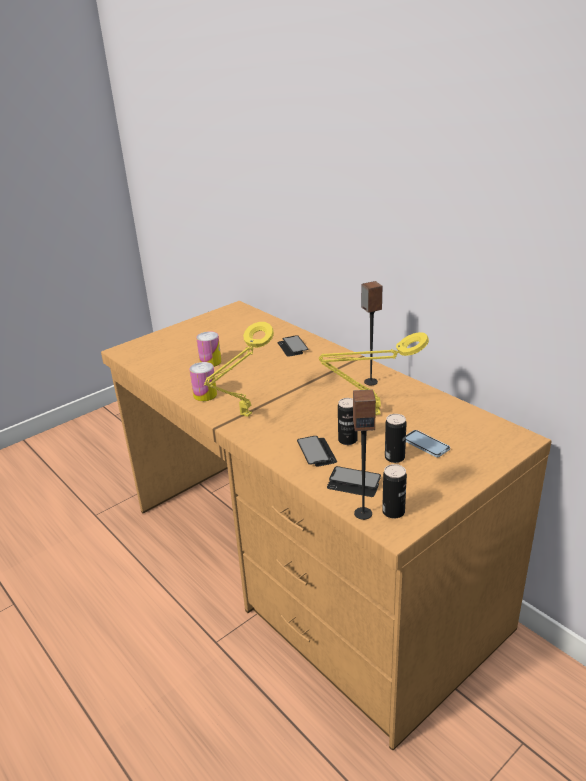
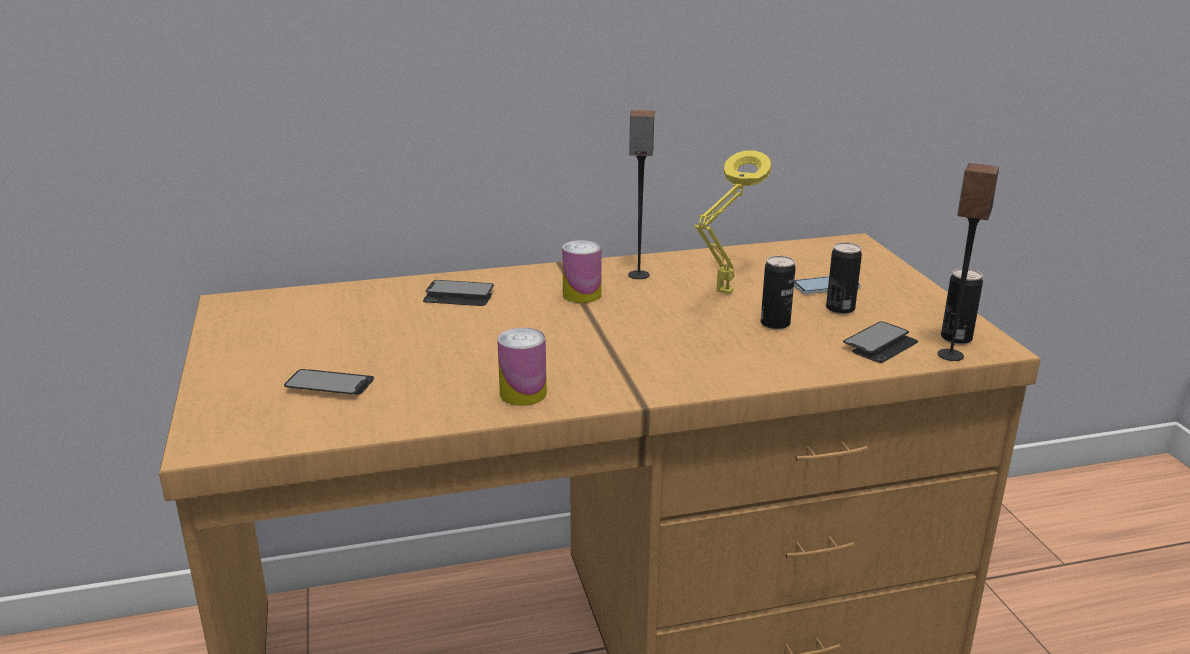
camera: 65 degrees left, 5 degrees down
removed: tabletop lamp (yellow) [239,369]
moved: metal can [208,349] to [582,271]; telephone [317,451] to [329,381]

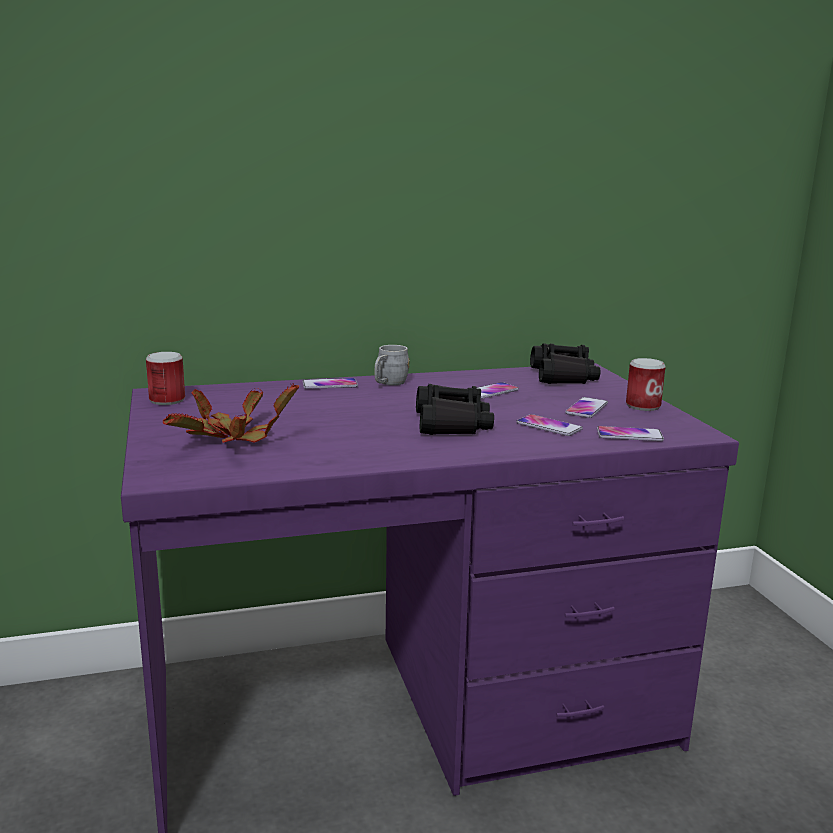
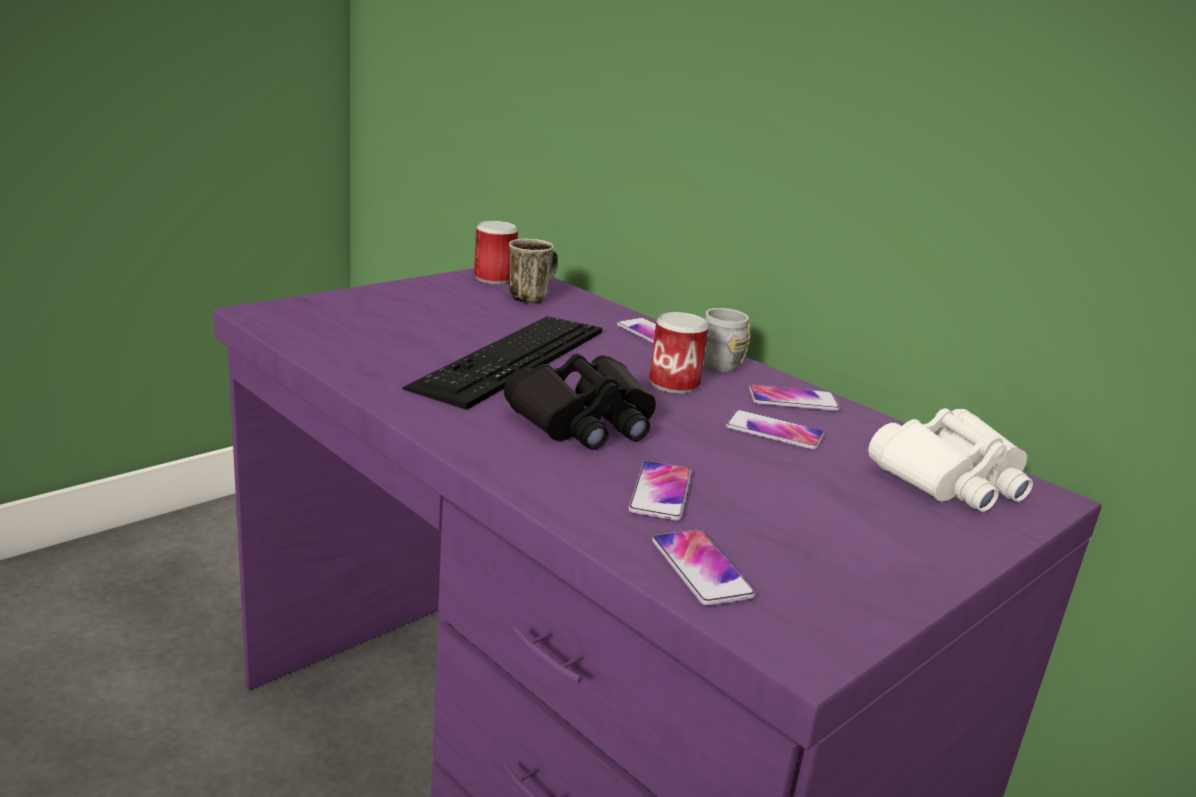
camera: 60 degrees right, 5 degrees up
removed: potted plant [231,413]
added: keyboard [502,363]; mug [533,271]
moved: telephone [586,407] to [794,398]; metal can [646,384] to [679,353]
recoloured: field glasses (black-coloured) [565,363] to field glasses (white-coloured) [950,460]

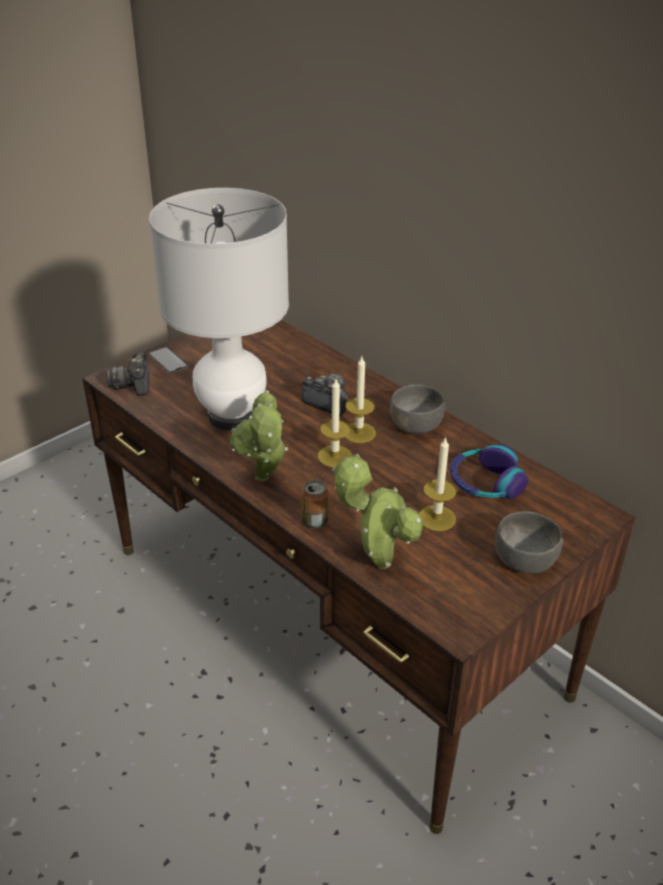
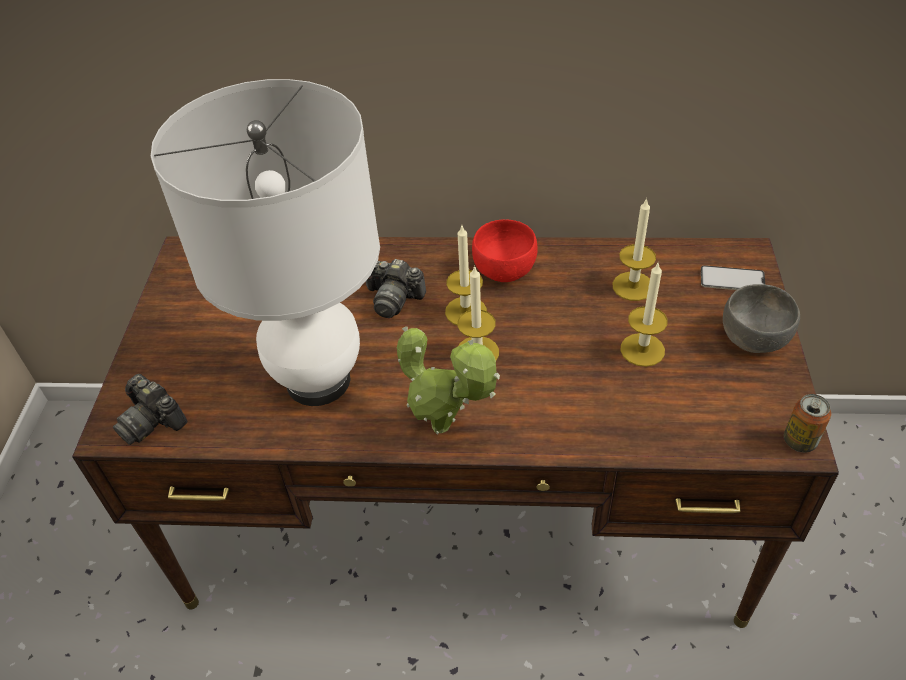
camera: 40 degrees left, 10 degrees up
removed: potted plant [378,511]
moved: telephone [168,360] to [733,277]; metal can [315,504] to [807,423]
replaced: headphones [489,471] to wax light [634,249]
recoloured: serving bowl (grey) [417,409] to serving bowl (red) [505,251]
turned: still camera [325,394] = [395,288] 150 degrees counterclockwise

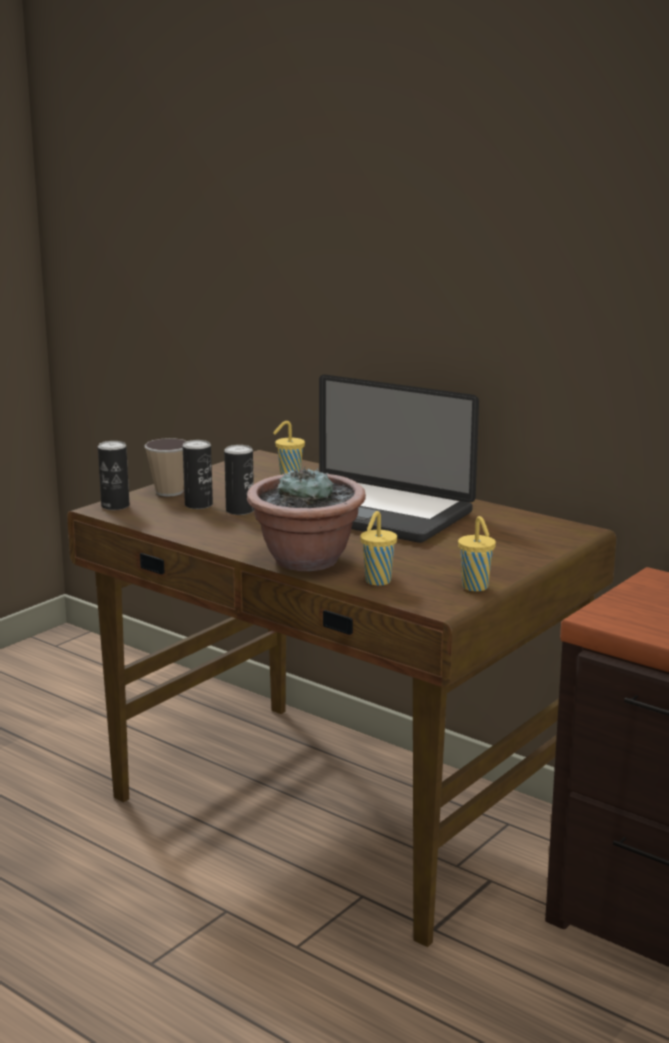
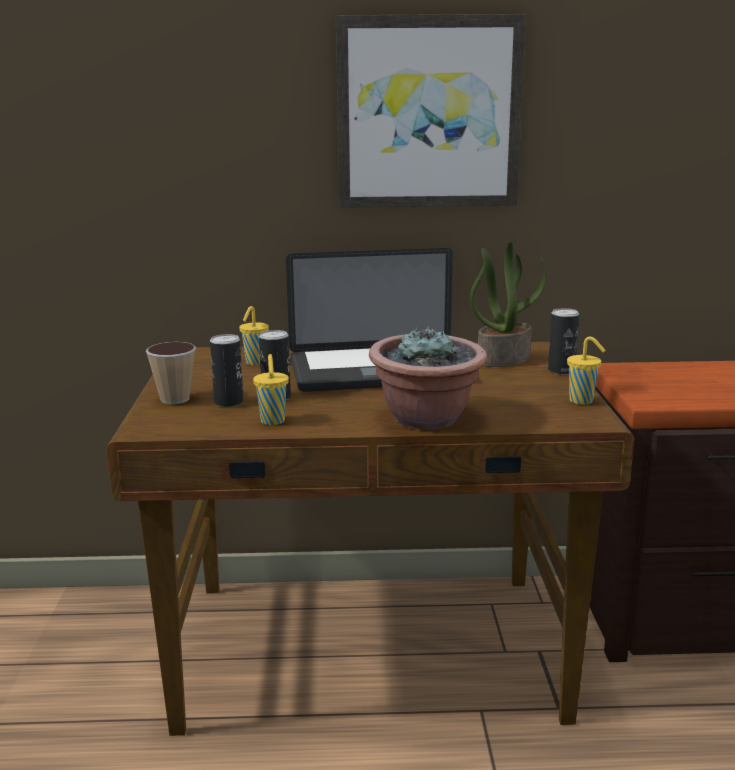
camera: 40 degrees left, 0 degrees up
added: wall picture [431,111]; potted plant [508,304]
moved: metal can [114,475] to [563,341]; drinking cup (yellow) [378,548] to [271,389]

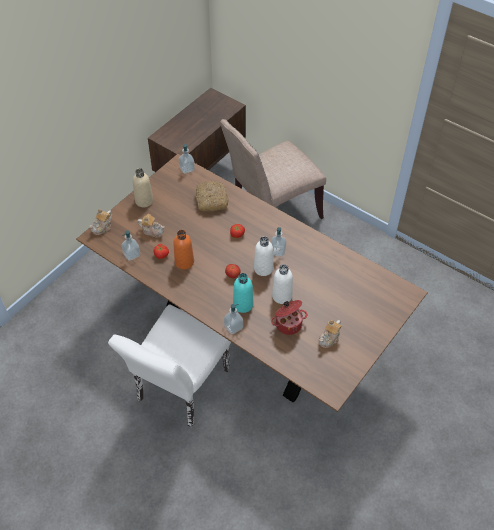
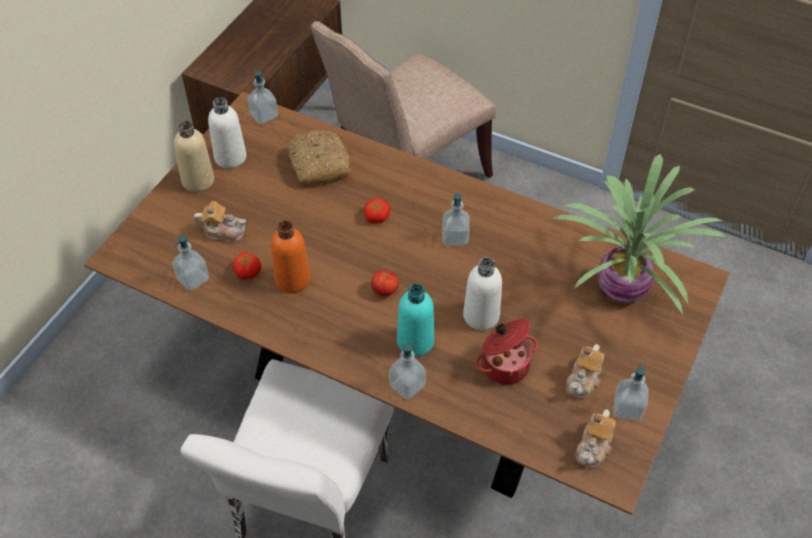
camera: 10 degrees left, 0 degrees up
added: potted plant [639,234]; liquid soap bottle [630,392]
moved: teapot [100,222] to [595,438]; beverage bottle (white-coloured) [263,256] to [227,133]

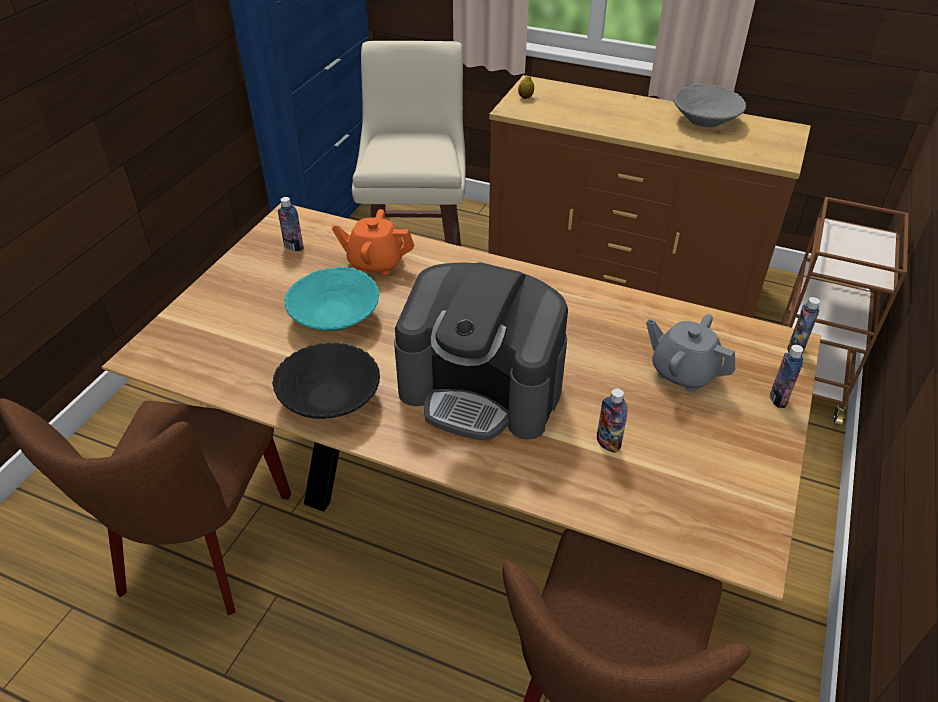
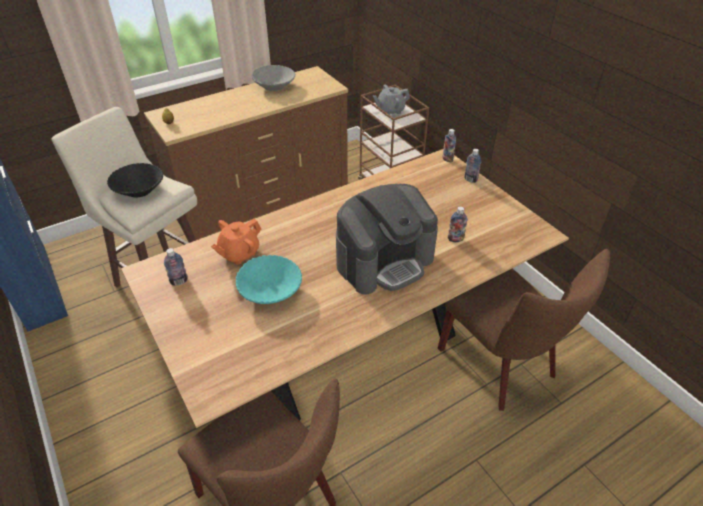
camera: 55 degrees left, 0 degrees up
moved: serving bowl (black-coloured) [326,381] to [135,180]; teapot (grey) [690,353] to [391,100]

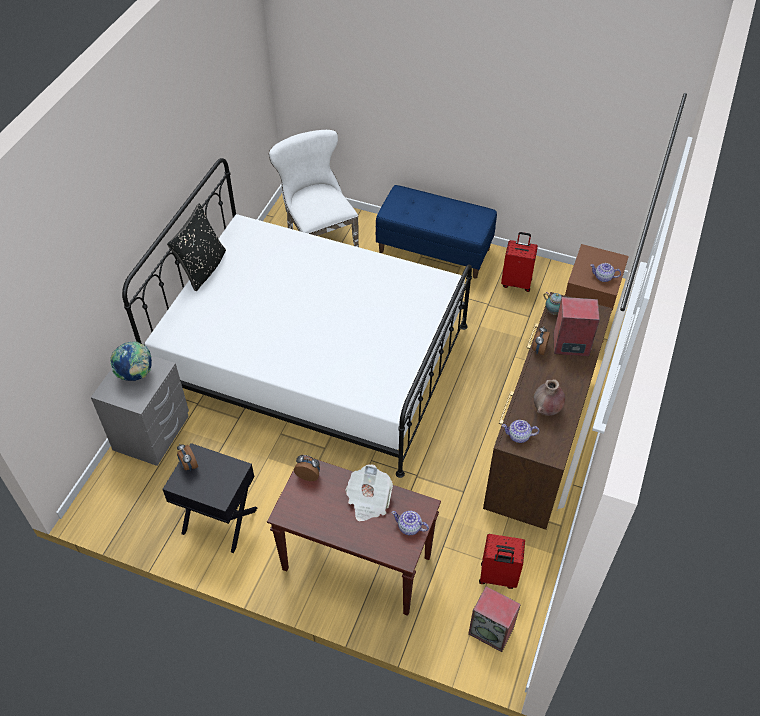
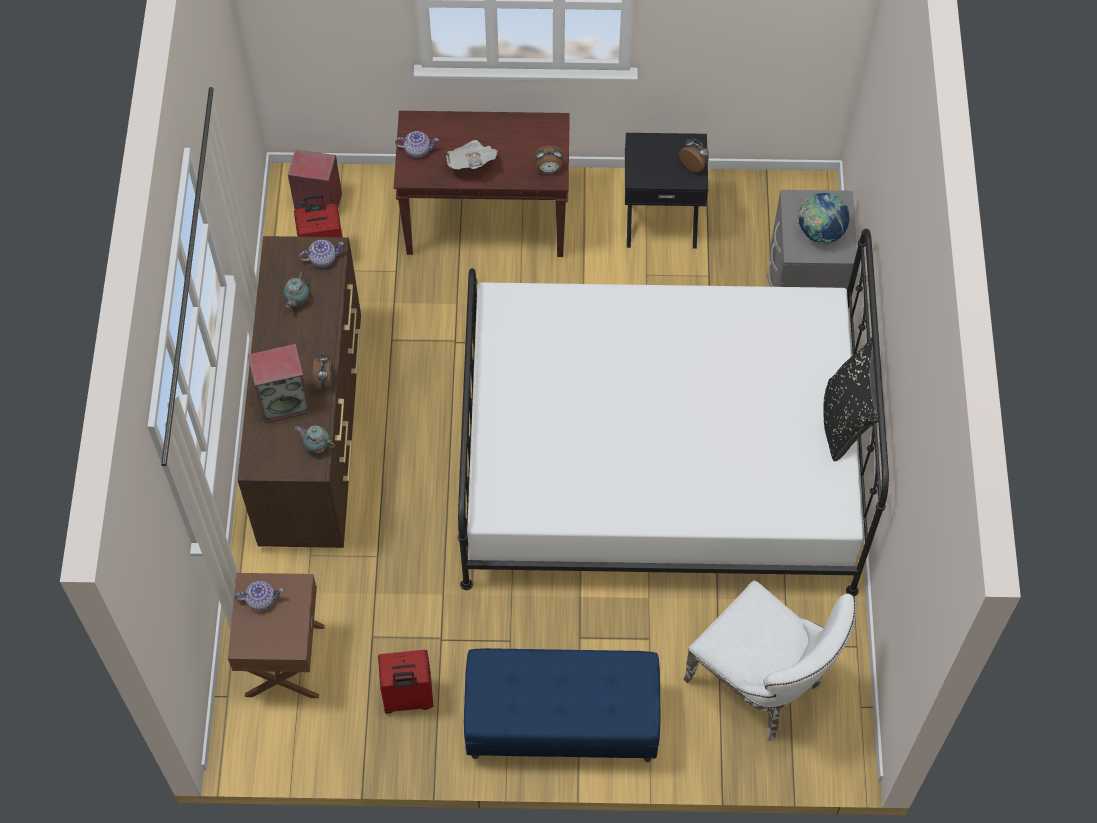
camera: 160 degrees right, 10 degrees up
replaced: flower vase (brown) [549,397] to teapot [296,290]

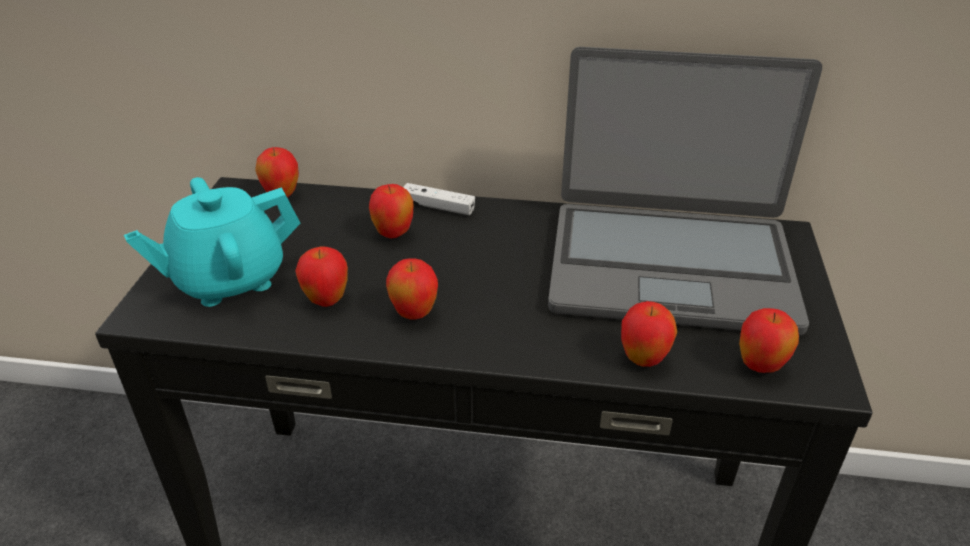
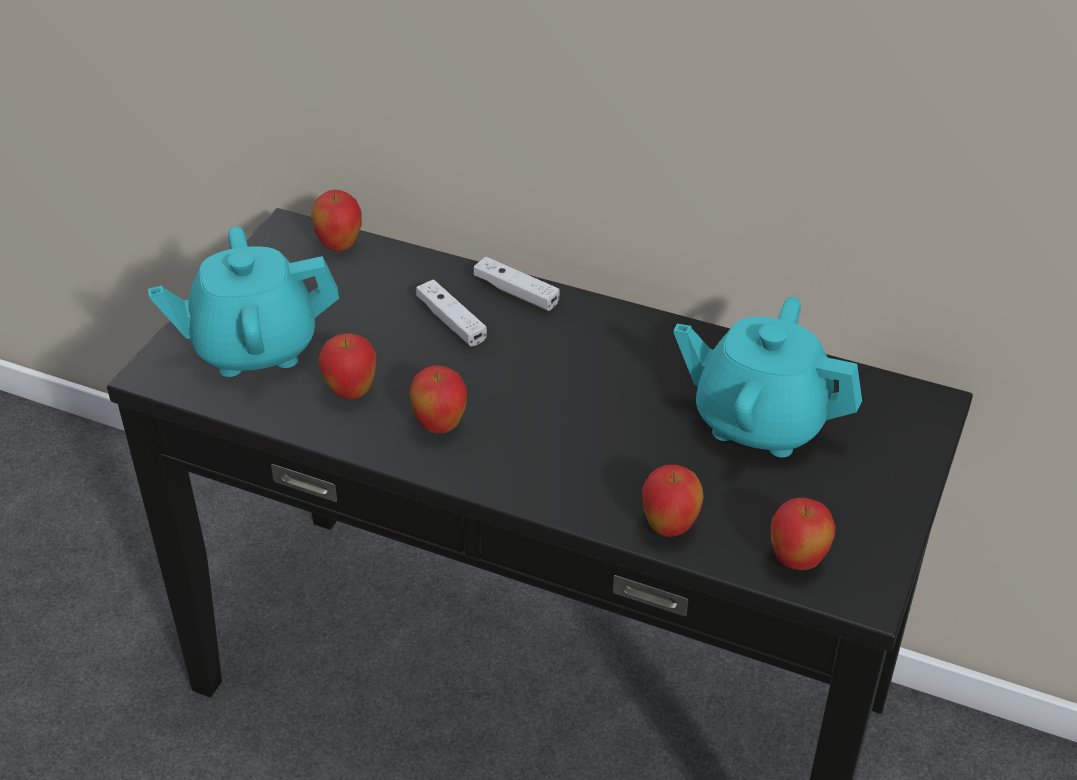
camera: 15 degrees right, 5 degrees up
replaced: apple fruit [391,211] to gamepad (white-coloured) [451,313]; portable computer [685,191] to teapot (turquoise-coloured) [768,377]

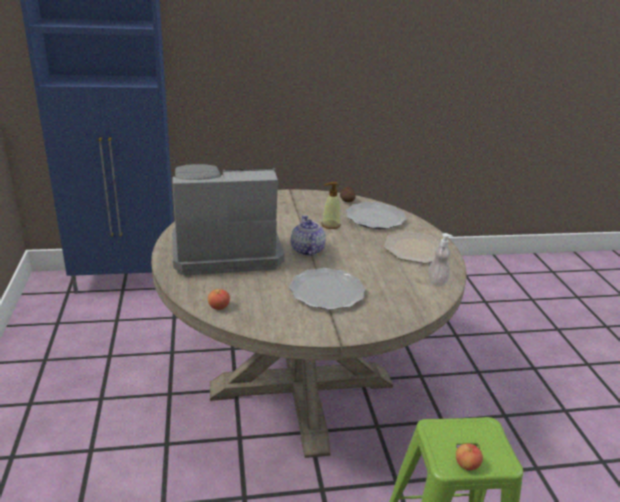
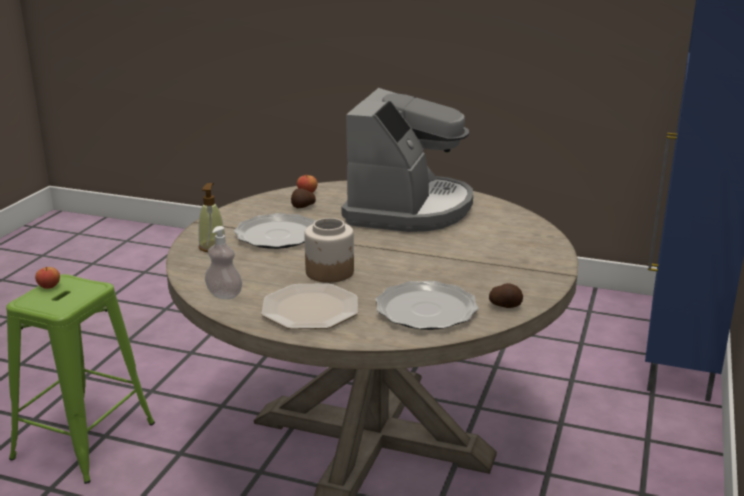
camera: 120 degrees right, 5 degrees down
removed: teapot [308,235]
added: potato [303,198]; jar [329,250]
moved: liquid soap bottle [331,205] to [212,217]

